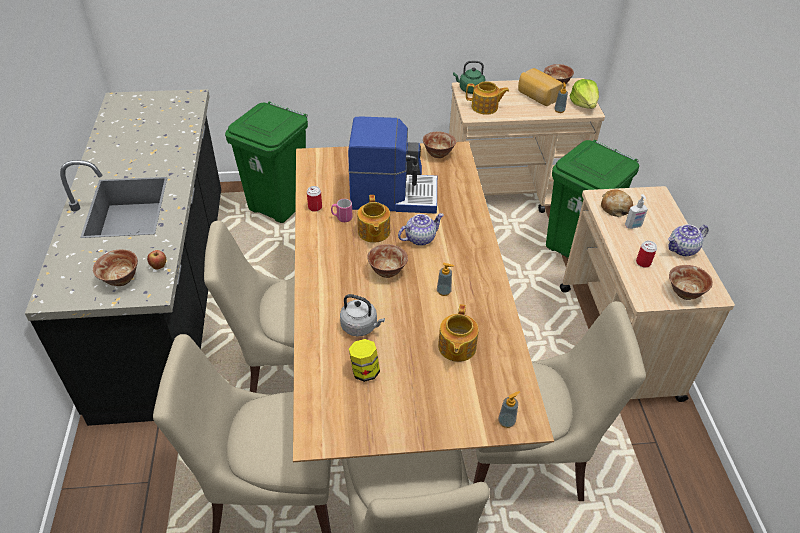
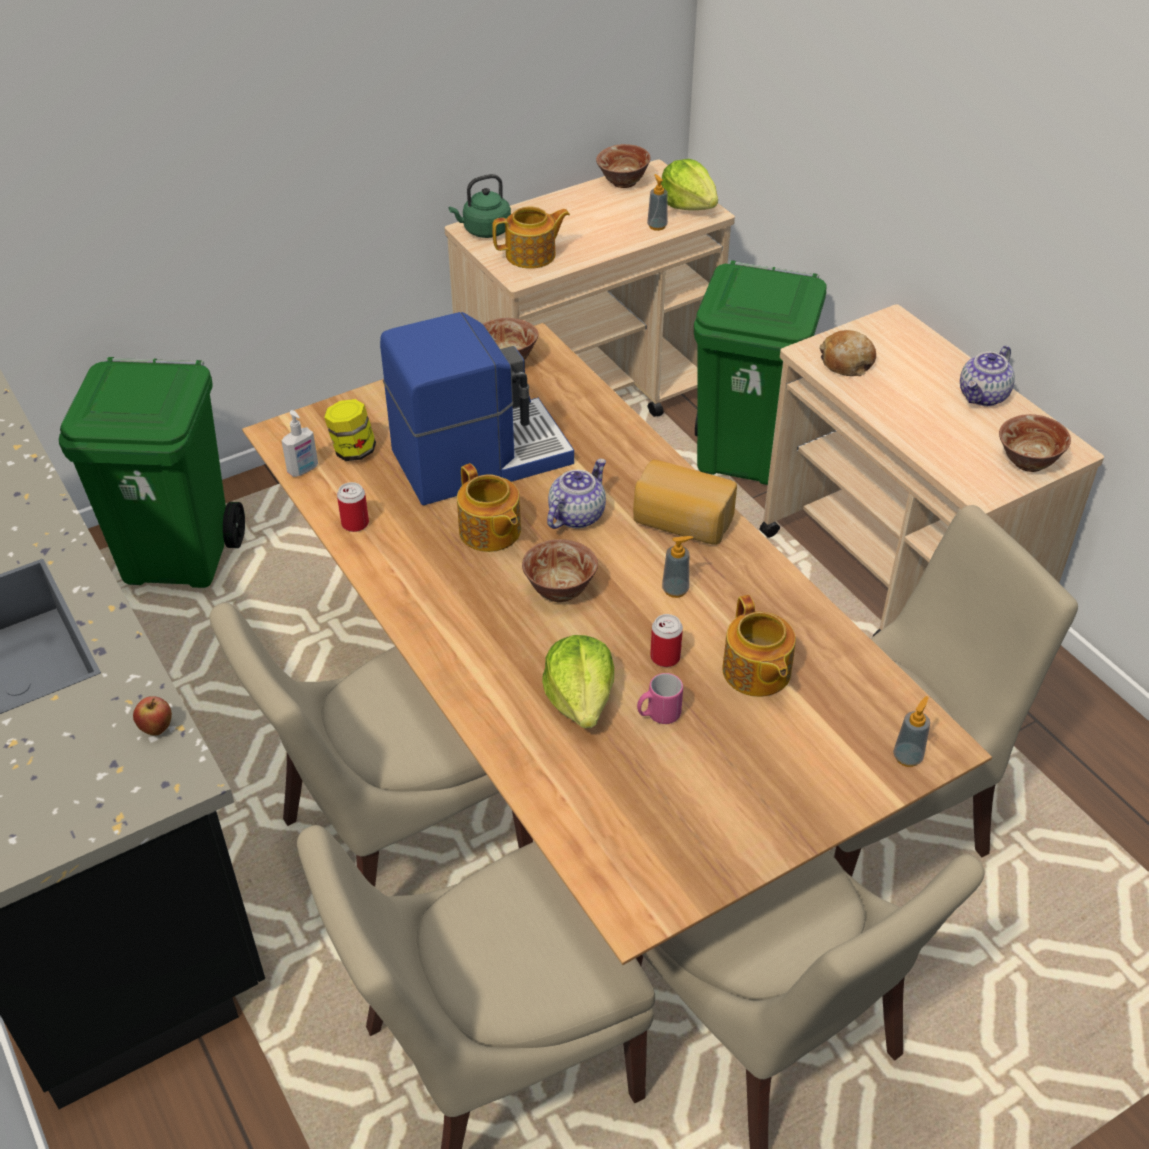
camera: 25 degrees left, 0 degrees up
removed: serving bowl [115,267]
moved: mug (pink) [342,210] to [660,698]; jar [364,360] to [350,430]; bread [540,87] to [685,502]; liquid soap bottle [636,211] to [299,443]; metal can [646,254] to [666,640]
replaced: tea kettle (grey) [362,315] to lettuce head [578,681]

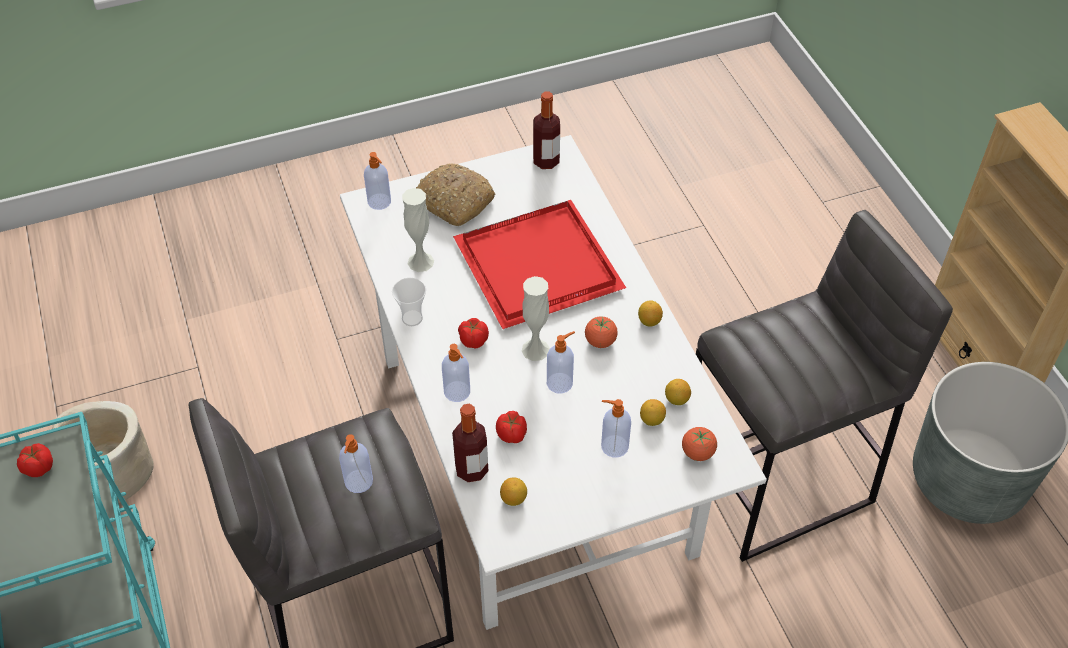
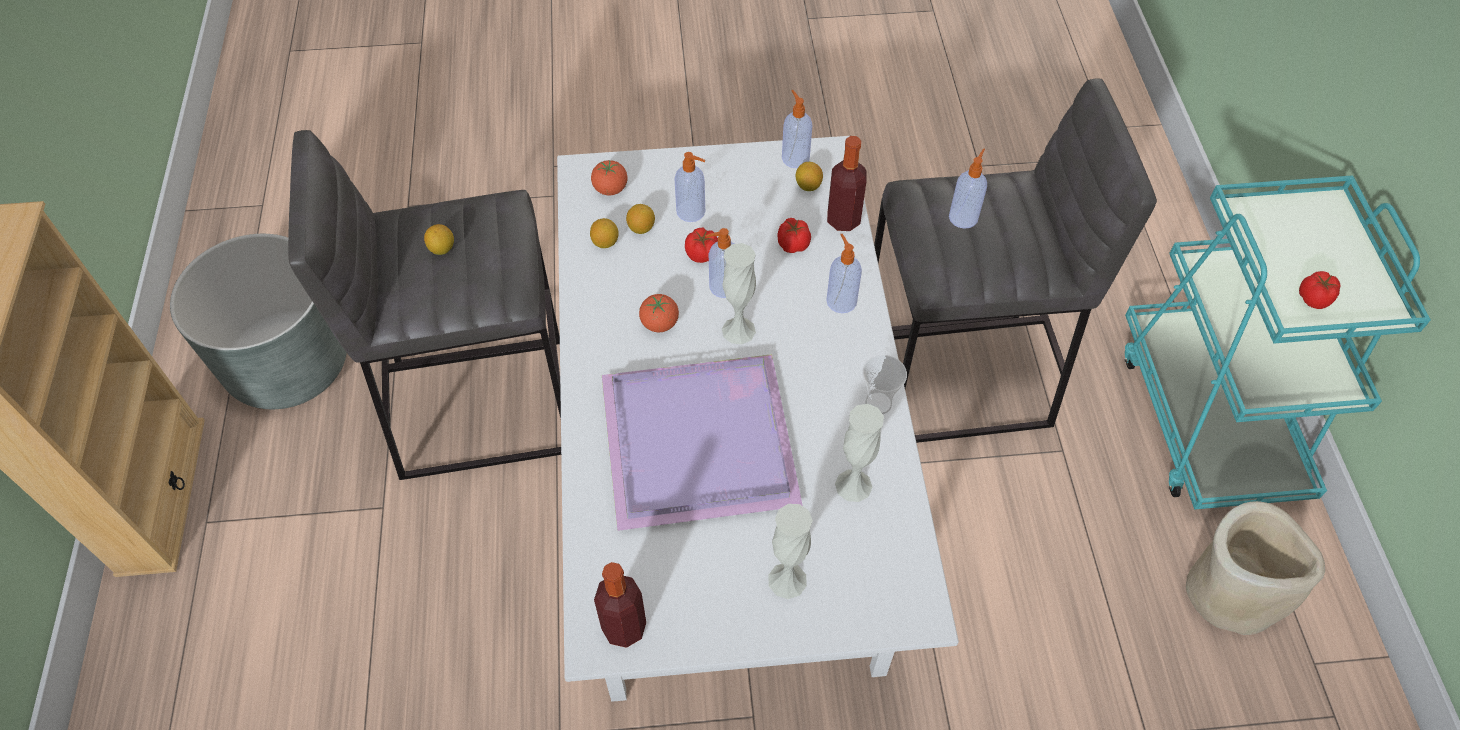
camera: 165 degrees left, 5 degrees up
moved: liquid soap bottle [377,181] to [797,129]; fresh tomato [473,333] to [701,245]; whole lemon [650,313] to [439,239]
replaced: bread [456,195] to flower vase (white-coloured) [790,551]
recoloured: carrying tray (red) [539,264] to carrying tray (purple) [702,442]

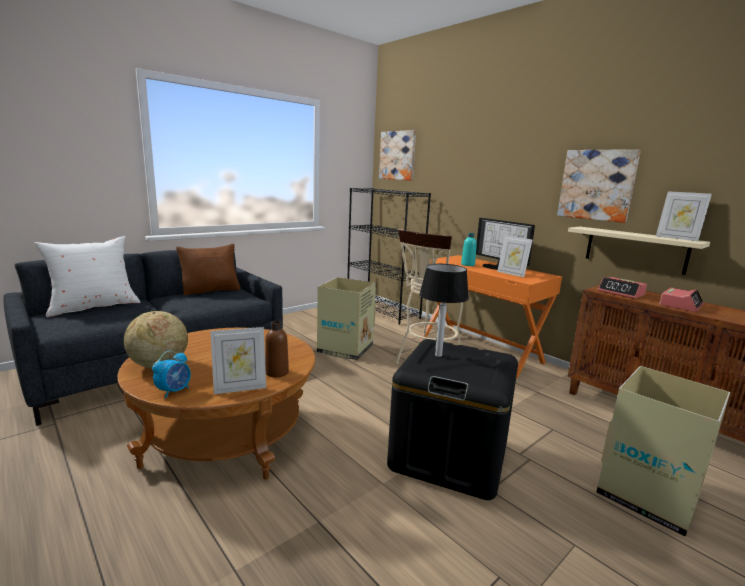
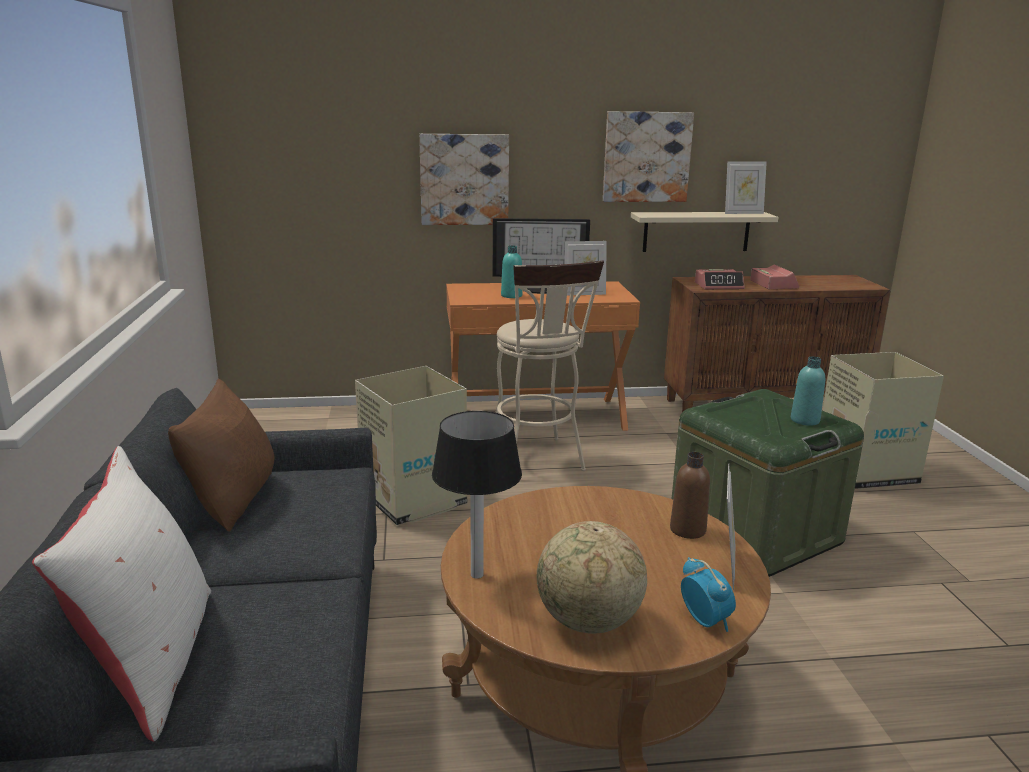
camera: 55 degrees left, 5 degrees up
removed: shelving unit (black-coloured) [389,256]
added: beverage bottle (turquoise-coloured) [808,391]
moved: wall picture [397,155] to [464,179]; tabletop lamp [444,310] to [477,495]
recoloured: storage bin (black-coloured) [452,419] to storage bin (greenish) [768,483]

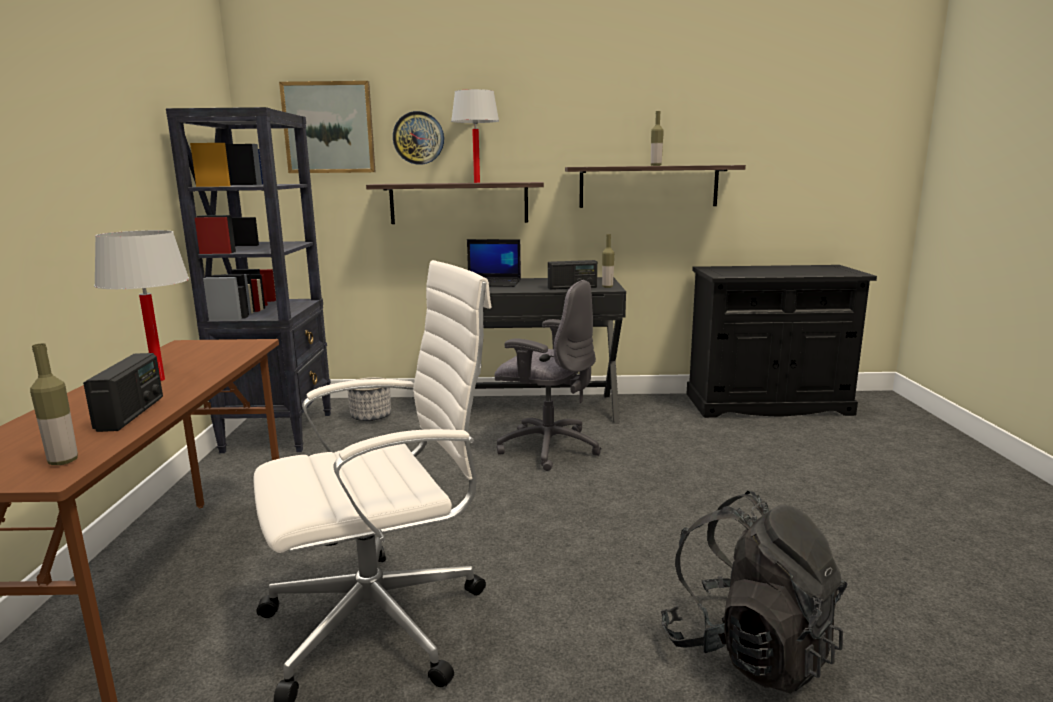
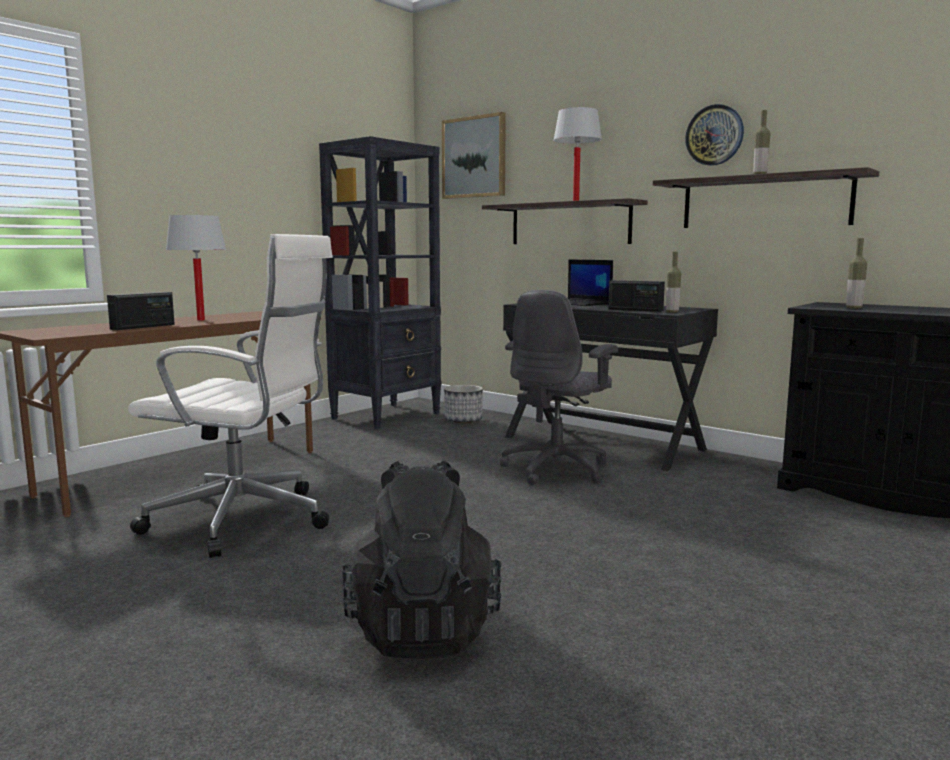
camera: 40 degrees right, 5 degrees down
moved: beverage bottle [54,404] to [856,273]; wall clock [418,138] to [714,135]
turned: office chair (grey) [548,375] = [559,387] 60 degrees clockwise

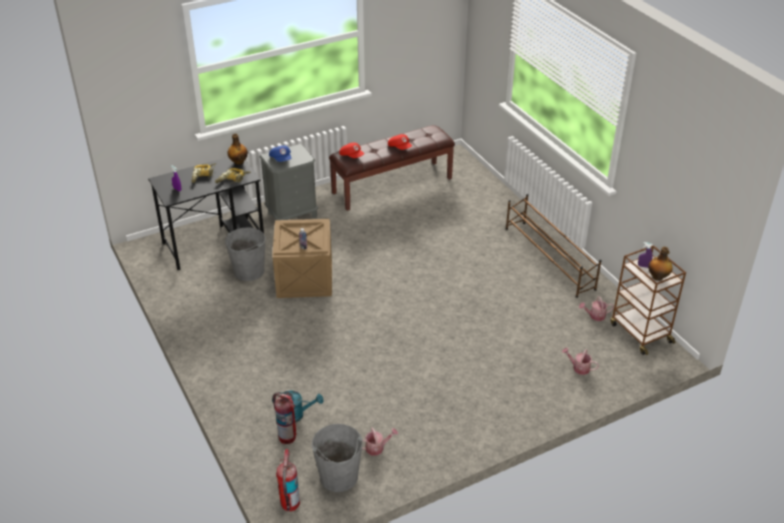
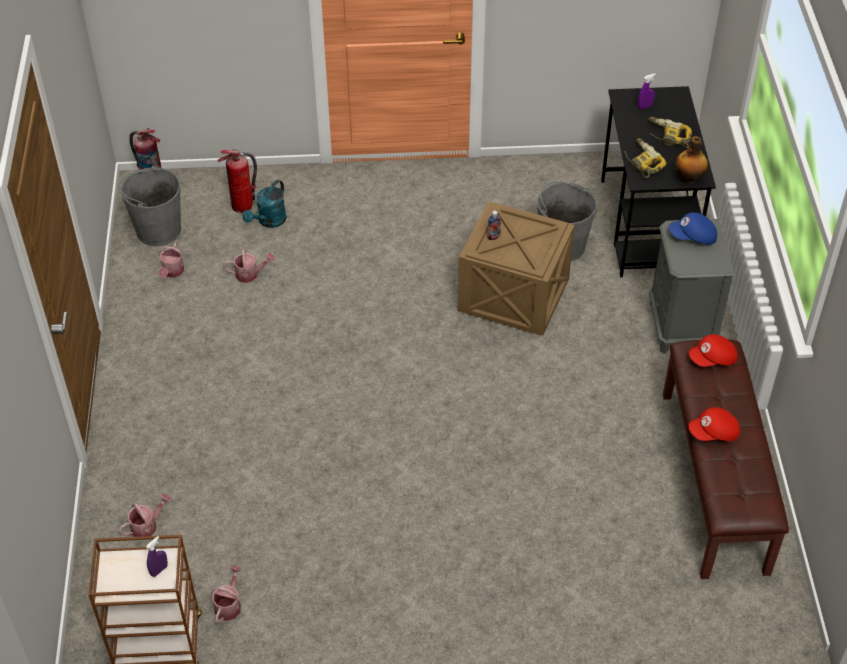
camera: 115 degrees right, 10 degrees up
removed: shoe rack (brown) [554,246]; beverage bottle [660,264]
added: sprinkling can [249,265]

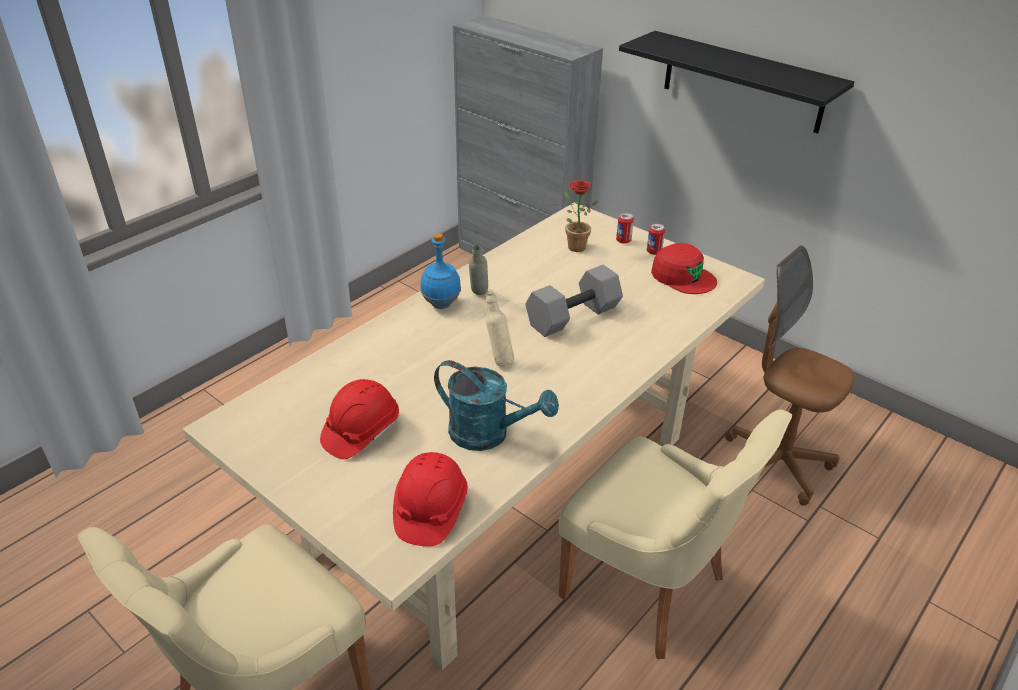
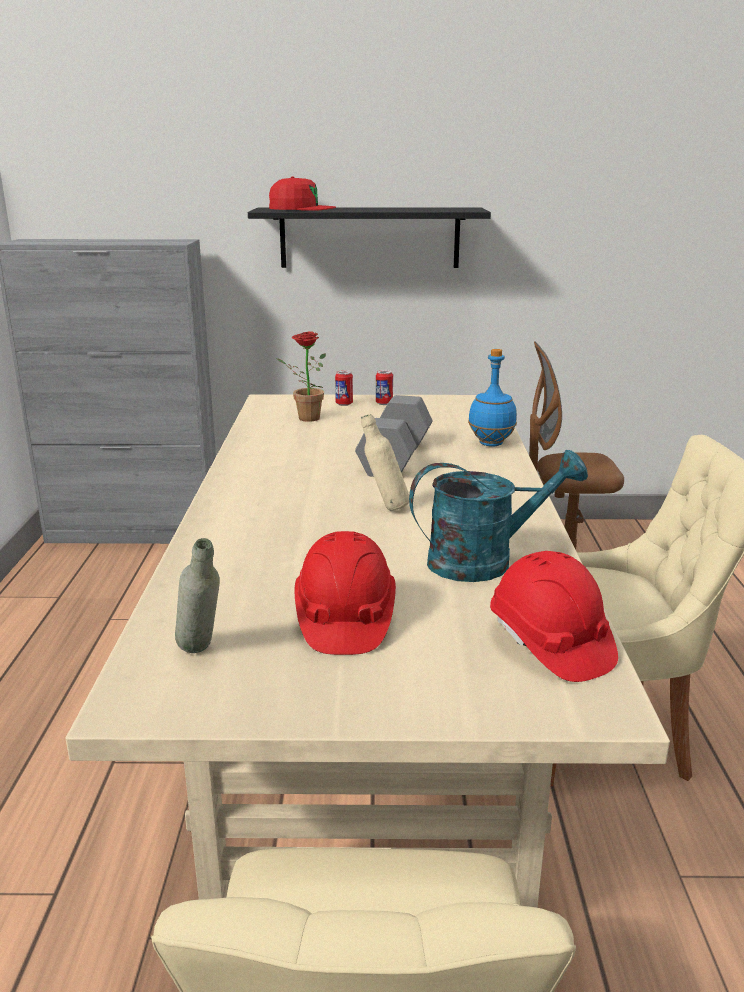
camera: 40 degrees left, 15 degrees down
moved: beverage bottle (bluish) [440,271] to [492,398]; beverage bottle (grey) [478,270] to [197,595]; baseball cap (red) [684,268] to [302,194]

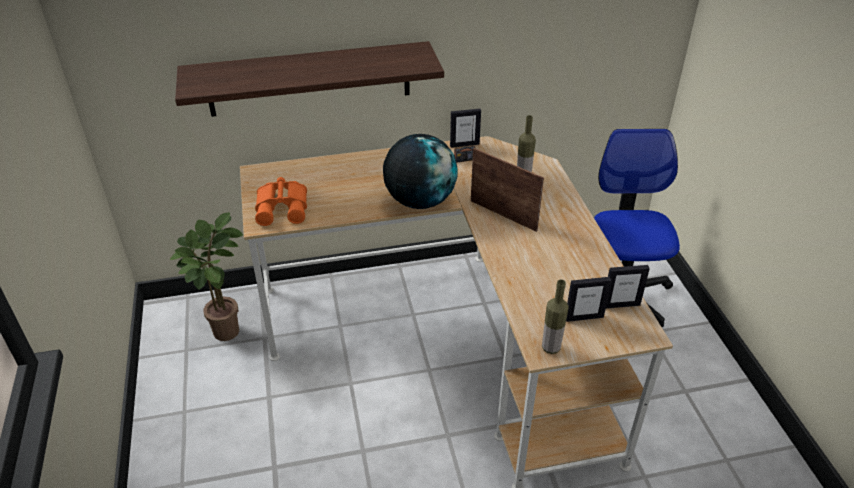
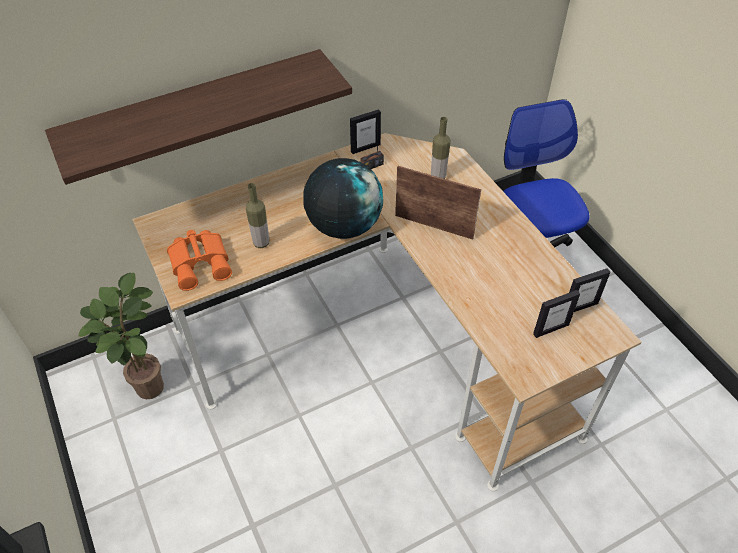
camera: 15 degrees left, 10 degrees up
moved: beverage bottle [555,317] to [257,215]

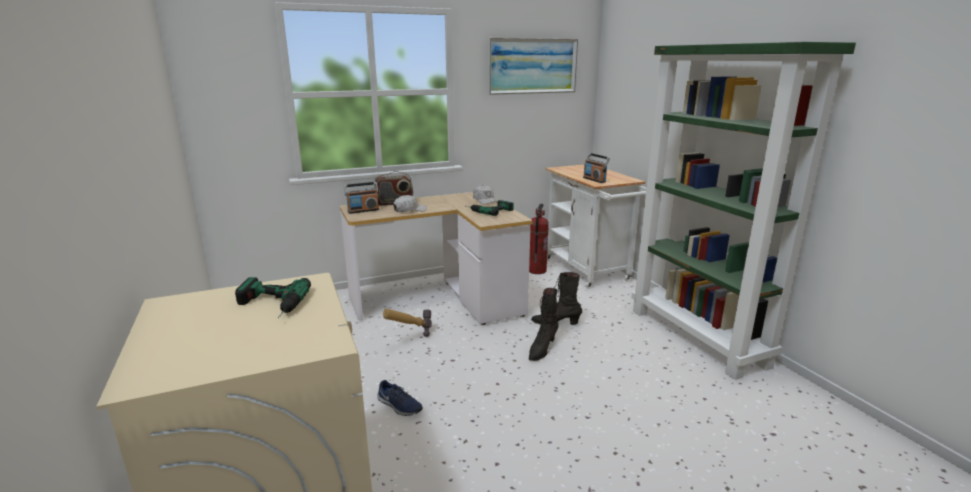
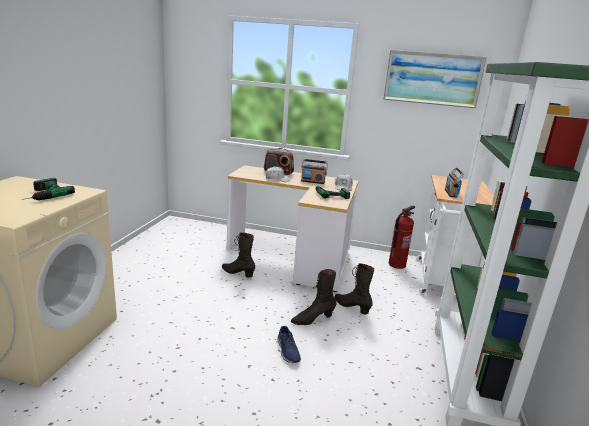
camera: 35 degrees right, 0 degrees up
moved: radio receiver [361,198] to [314,171]; shoe (bluish) [400,398] to [289,344]
replaced: hammer [407,322] to tall boot (black-coloured) [238,255]

